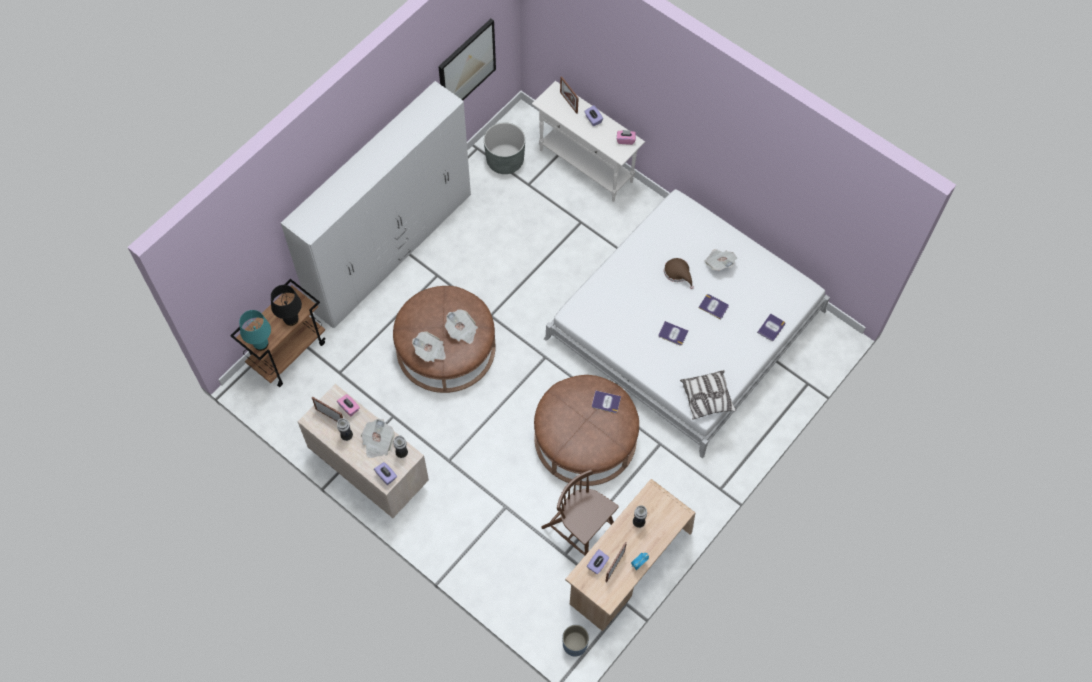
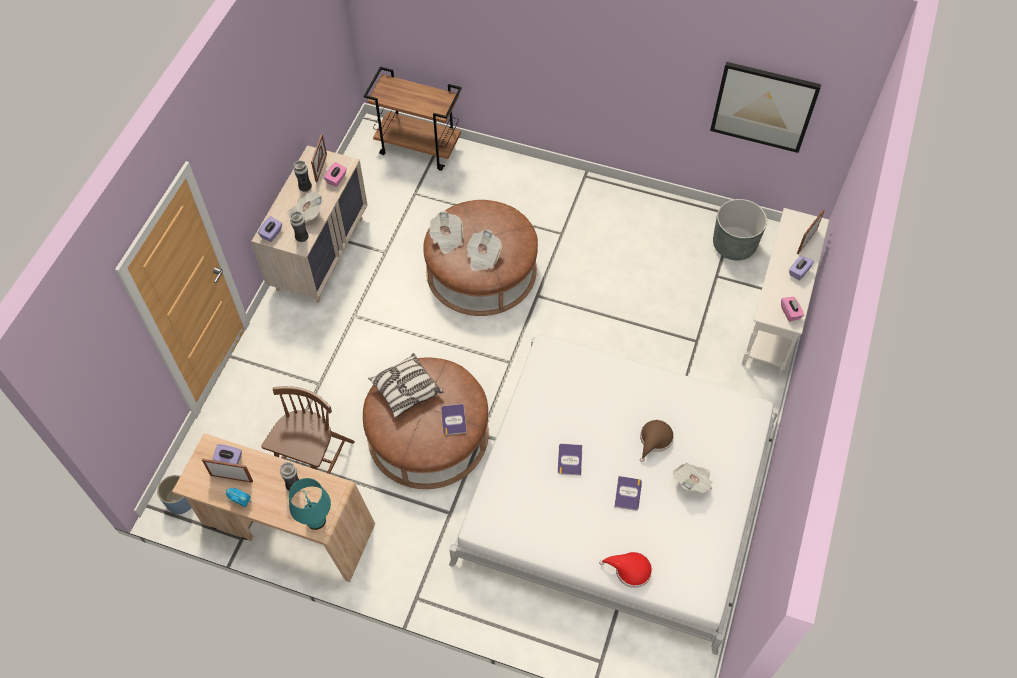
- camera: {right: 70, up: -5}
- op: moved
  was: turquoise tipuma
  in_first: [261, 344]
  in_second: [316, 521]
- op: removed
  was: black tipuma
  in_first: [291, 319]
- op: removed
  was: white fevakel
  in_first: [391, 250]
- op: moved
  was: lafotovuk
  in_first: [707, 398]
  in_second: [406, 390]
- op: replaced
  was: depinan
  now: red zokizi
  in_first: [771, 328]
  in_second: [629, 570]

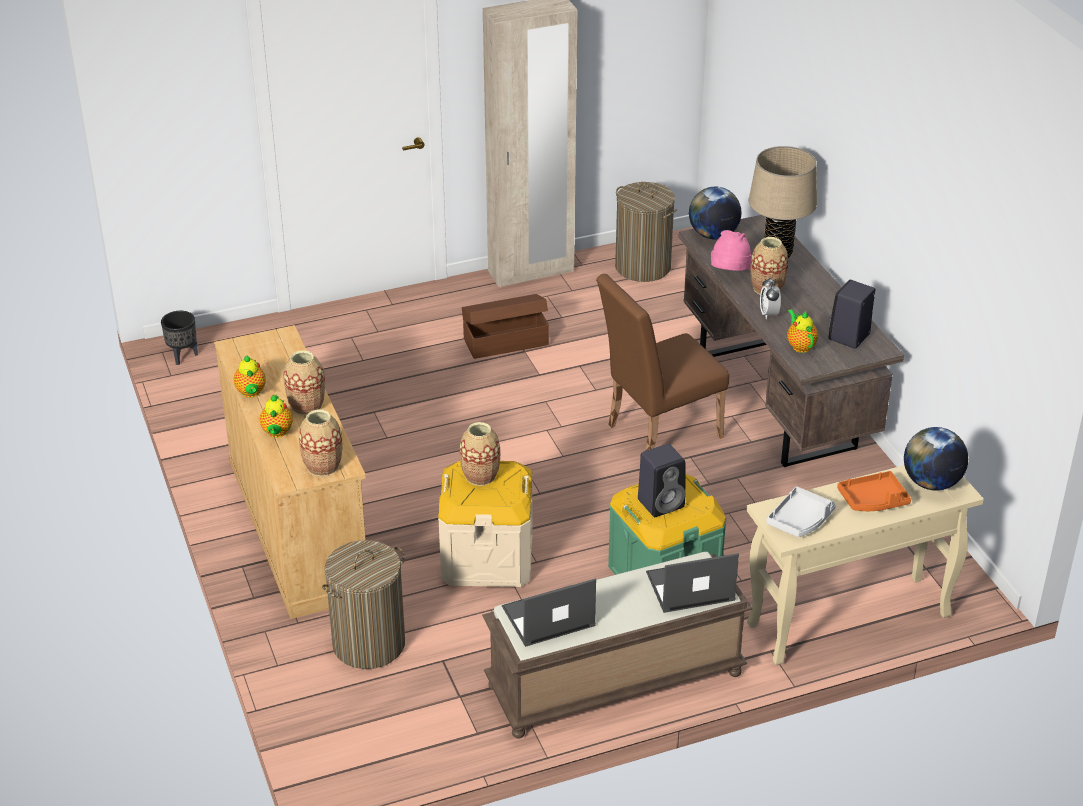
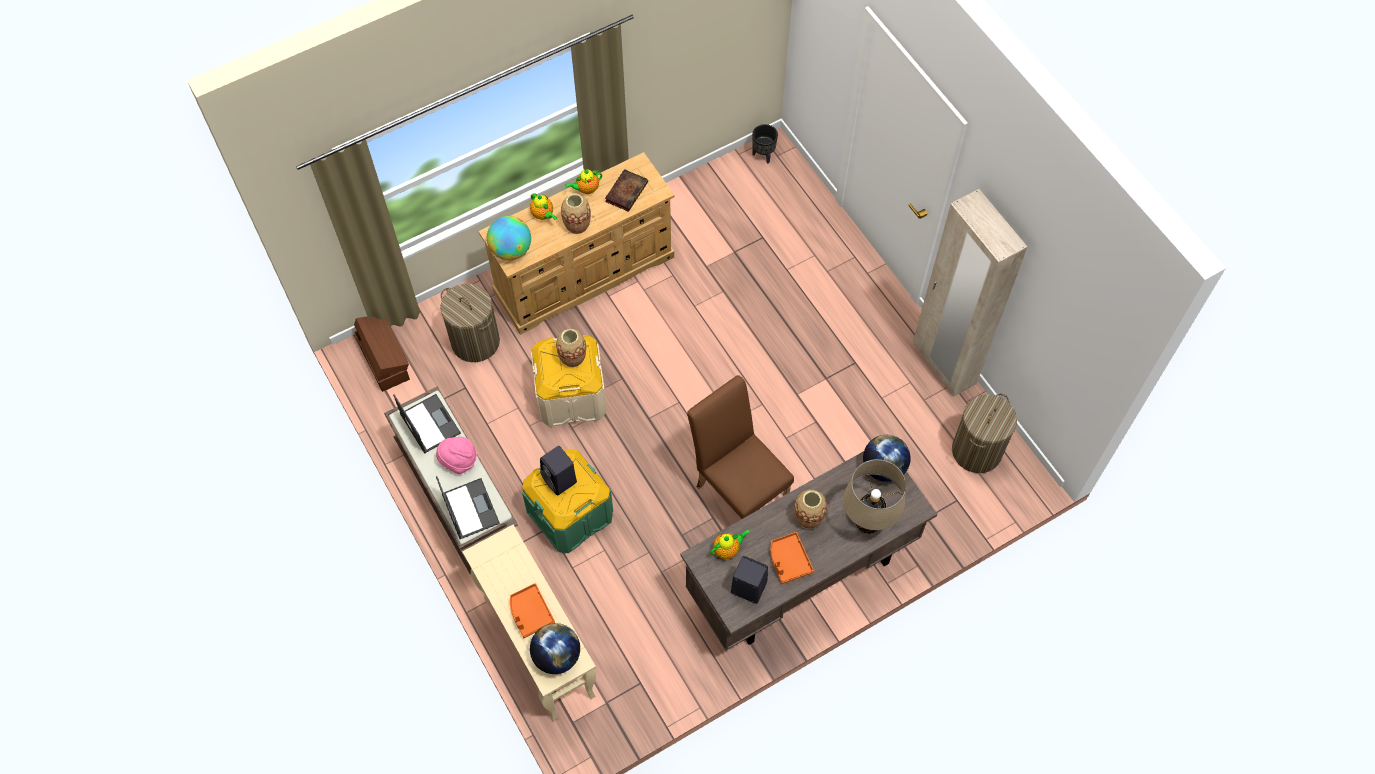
- camera: {right: 80, up: 25}
- op: turned
  was: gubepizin
  in_first: [277, 433]
  in_second: [543, 215]
  clockwise: -120
- op: replaced
  was: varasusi
  now: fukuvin
  in_first: [323, 466]
  in_second: [511, 250]
- op: moved
  was: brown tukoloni
  in_first: [505, 341]
  in_second: [384, 359]
- op: moved
  was: pink zokizi
  in_first: [729, 273]
  in_second: [459, 461]
- op: removed
  was: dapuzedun
  in_first: [769, 314]
- op: removed
  was: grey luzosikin
  in_first: [800, 520]
- op: added
  now: depinan
  in_second: [626, 191]
- op: added
  now: orange luzosikin
  in_second: [788, 560]

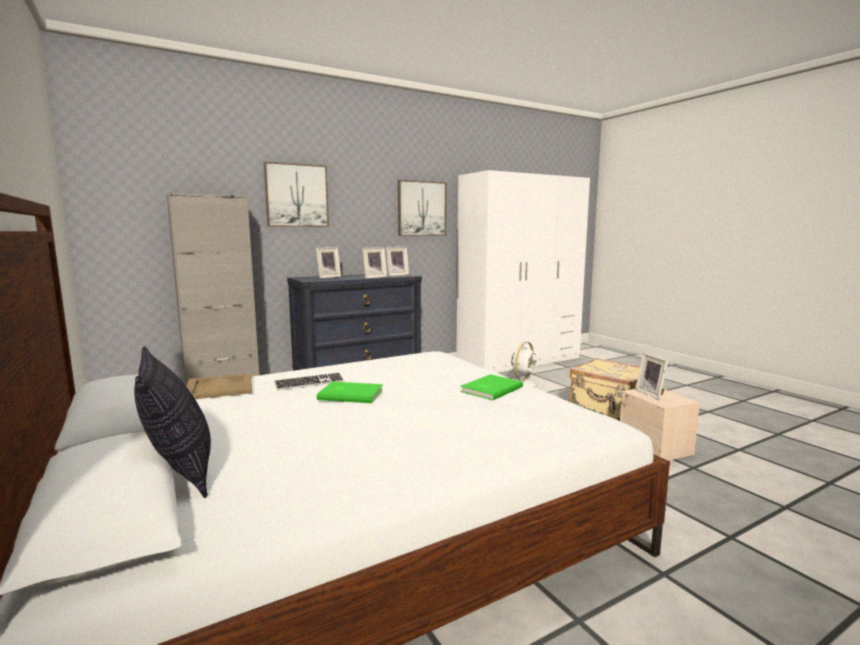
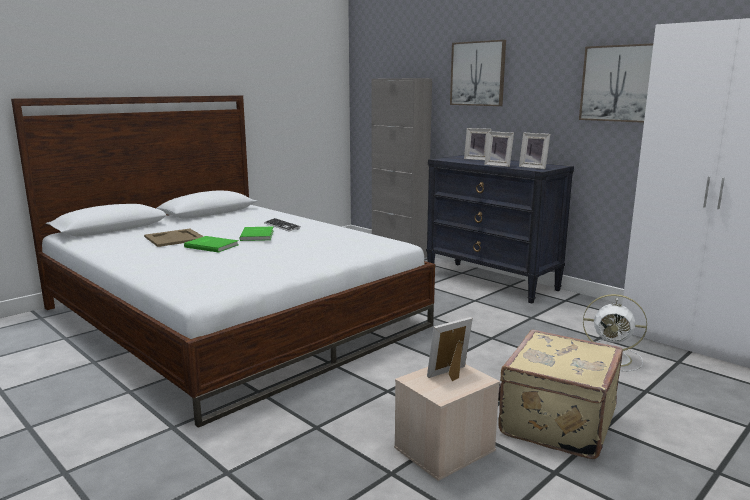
- camera: {right: 75, up: 5}
- op: removed
  was: lafotovuk
  in_first: [180, 472]
- op: moved
  was: beige luzosikin
  in_first: [218, 387]
  in_second: [174, 238]
- op: moved
  was: green depinan
  in_first: [489, 389]
  in_second: [212, 245]

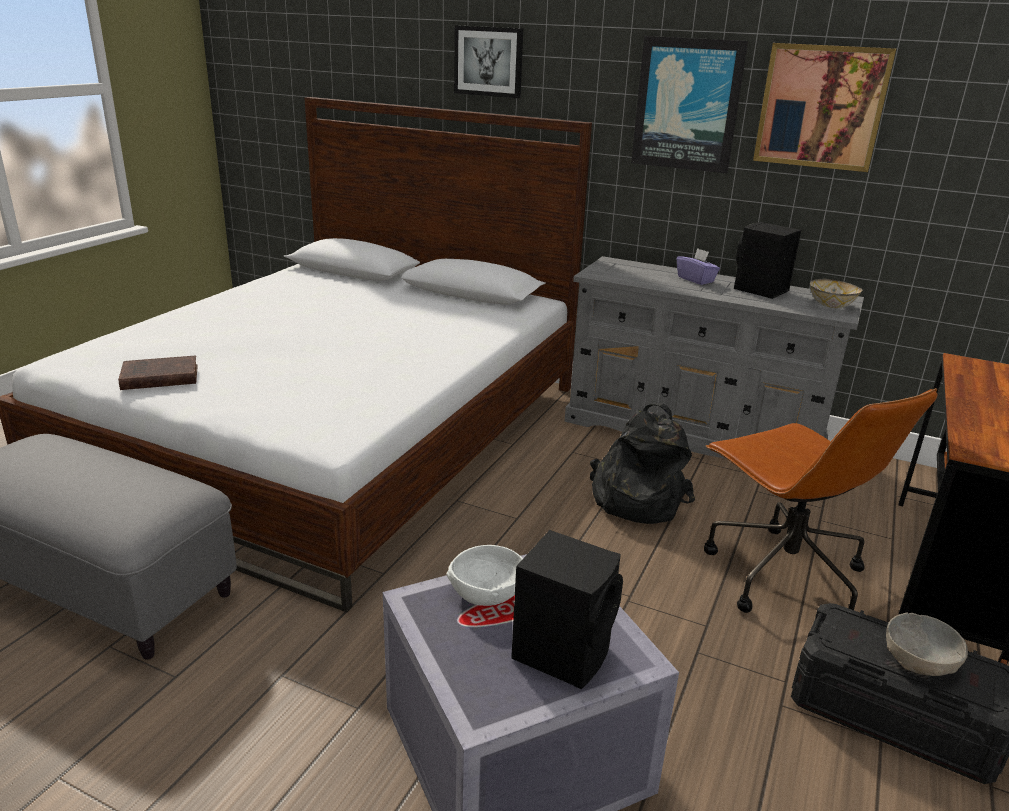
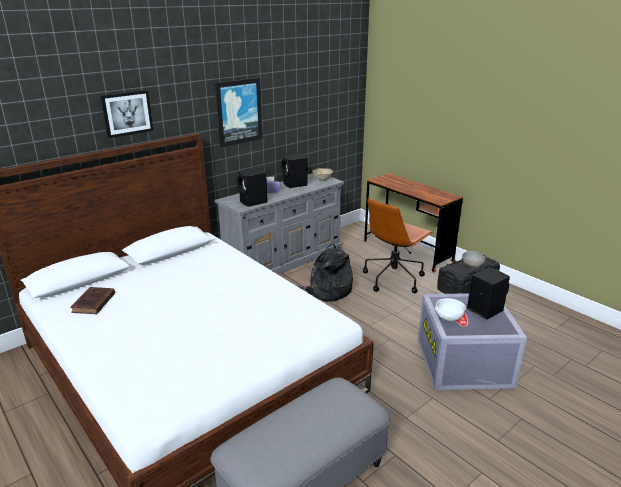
- camera: {right: -65, up: 0}
- op: moved
  was: brown depinan
  in_first: [158, 378]
  in_second: [93, 303]
- op: turned
  was: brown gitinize
  in_first: [782, 575]
  in_second: [394, 278]
  clockwise: 135
- op: removed
  was: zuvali
  in_first: [821, 107]
- op: added
  now: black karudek
  in_second: [253, 202]

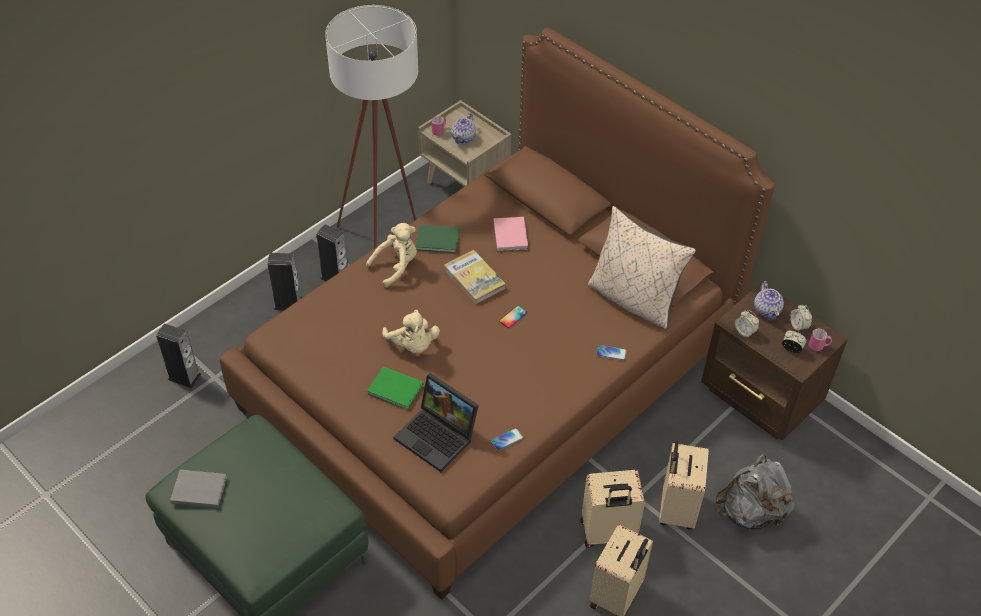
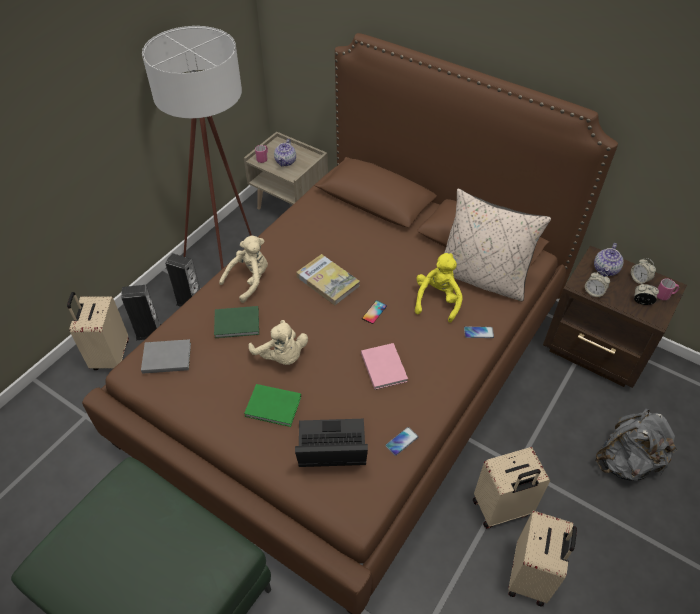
- camera: {right: -10, up: 0}
- op: removed
  was: karudek
  in_first: [184, 377]
- op: moved
  was: grey depinan
  in_first: [198, 489]
  in_second: [165, 357]
- op: turned
  was: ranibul
  in_first: [438, 436]
  in_second: [330, 450]
  clockwise: 150
- op: moved
  was: green depinan
  in_first: [438, 241]
  in_second: [238, 324]
- op: moved
  was: pink depinan
  in_first: [511, 234]
  in_second: [384, 366]
- op: moved
  was: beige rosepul
  in_first: [676, 509]
  in_second: [110, 356]
- op: turned
  was: gubepizin
  in_first: [767, 310]
  in_second: [606, 270]
  clockwise: 45
- op: added
  now: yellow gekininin
  in_second: [437, 300]

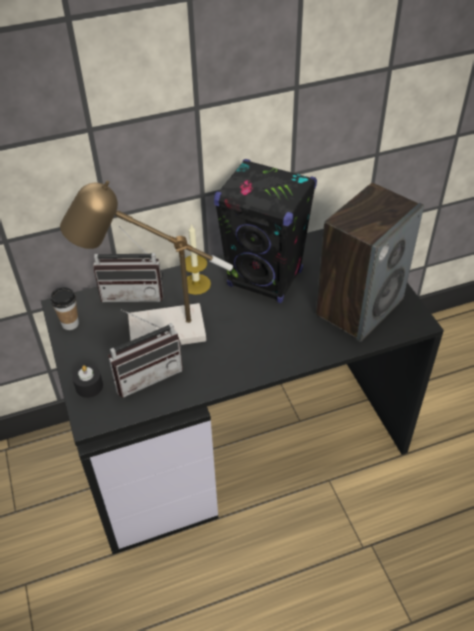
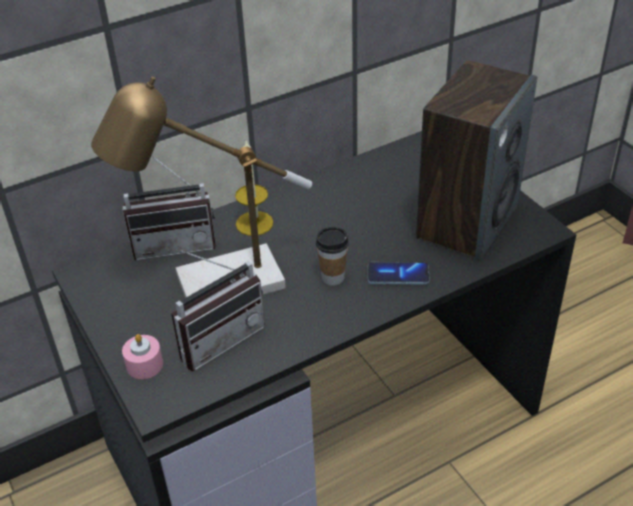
- camera: {right: -10, up: -5}
- op: moved
  was: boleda
  in_first: [70, 324]
  in_second: [333, 278]
- op: recoloured
  was: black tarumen
  now: pink tarumen
  in_first: [89, 386]
  in_second: [144, 365]
- op: removed
  was: black karudek
  in_first: [265, 279]
- op: added
  now: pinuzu
  in_second: [398, 275]

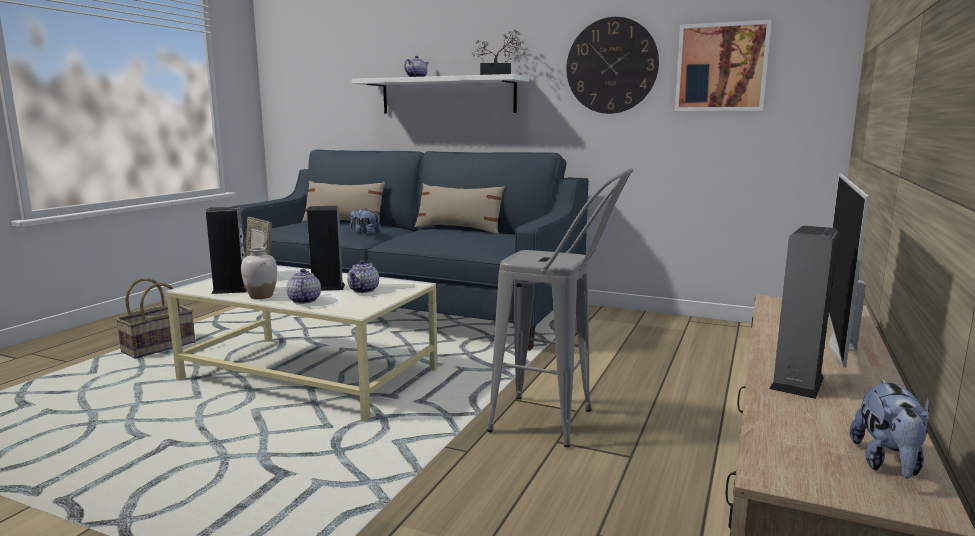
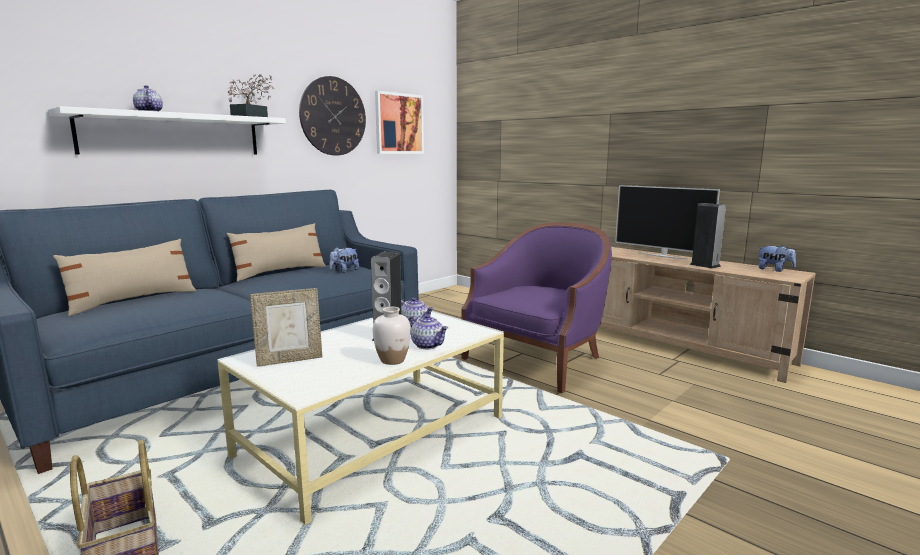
- camera: {right: -70, up: 0}
- op: removed
  was: karudek
  in_first: [230, 290]
- op: turned
  was: gubepizin
  in_first: [303, 300]
  in_second: [428, 345]
  clockwise: -150
- op: moved
  was: gekininin
  in_first: [365, 233]
  in_second: [344, 271]
- op: replaced
  was: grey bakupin
  now: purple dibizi
  in_first: [558, 424]
  in_second: [538, 360]

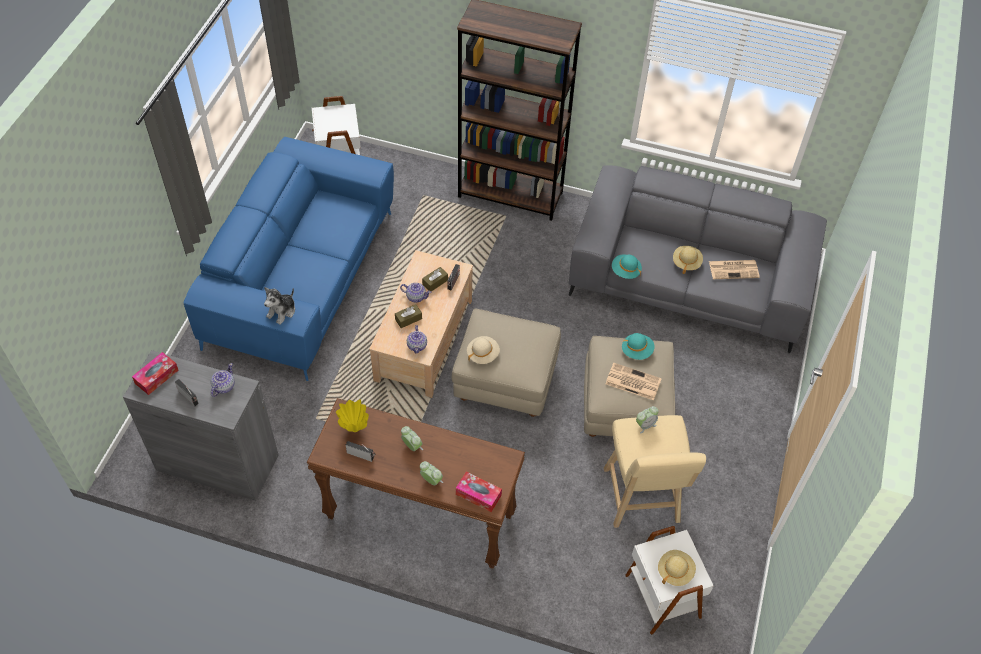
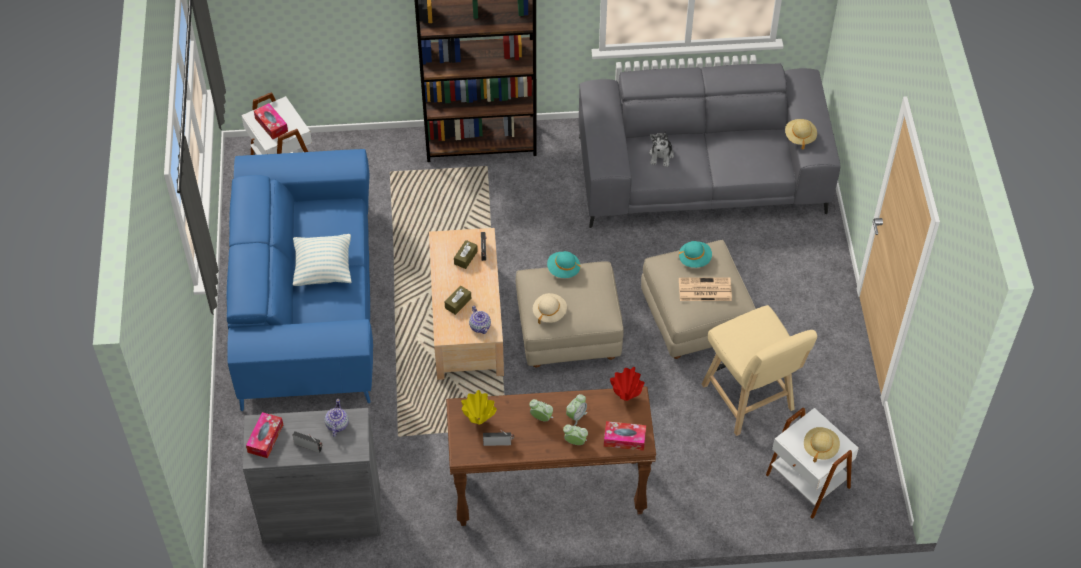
- camera: {right: -20, up: 0}
- op: moved
  was: gekininin
  in_first: [282, 311]
  in_second: [661, 155]
- op: removed
  was: gubepizin
  in_first: [416, 296]
- op: moved
  was: turquoise zokizi
  in_first: [625, 271]
  in_second: [563, 270]
- op: moved
  was: dapuzedun
  in_first: [645, 425]
  in_second: [576, 416]
- op: moved
  was: beige zokizi
  in_first: [686, 262]
  in_second: [800, 137]
- op: removed
  was: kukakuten
  in_first: [734, 269]
- op: added
  now: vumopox
  in_second: [271, 125]
- op: added
  now: lafotovuk
  in_second: [323, 269]
- op: added
  now: red varasusi
  in_second: [626, 398]

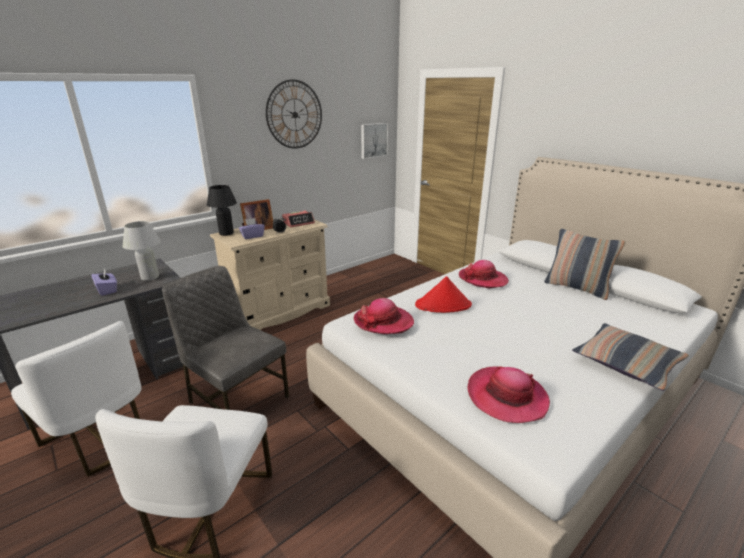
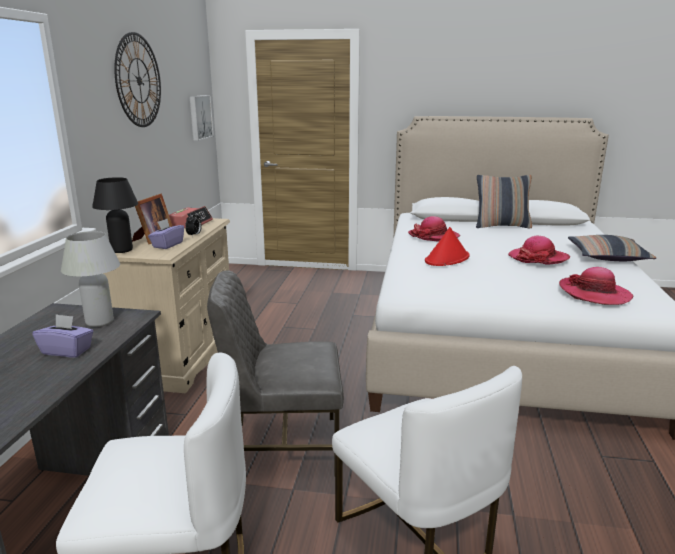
- camera: {right: -40, up: -5}
- op: moved
  was: zokizi
  in_first: [383, 322]
  in_second: [538, 258]

